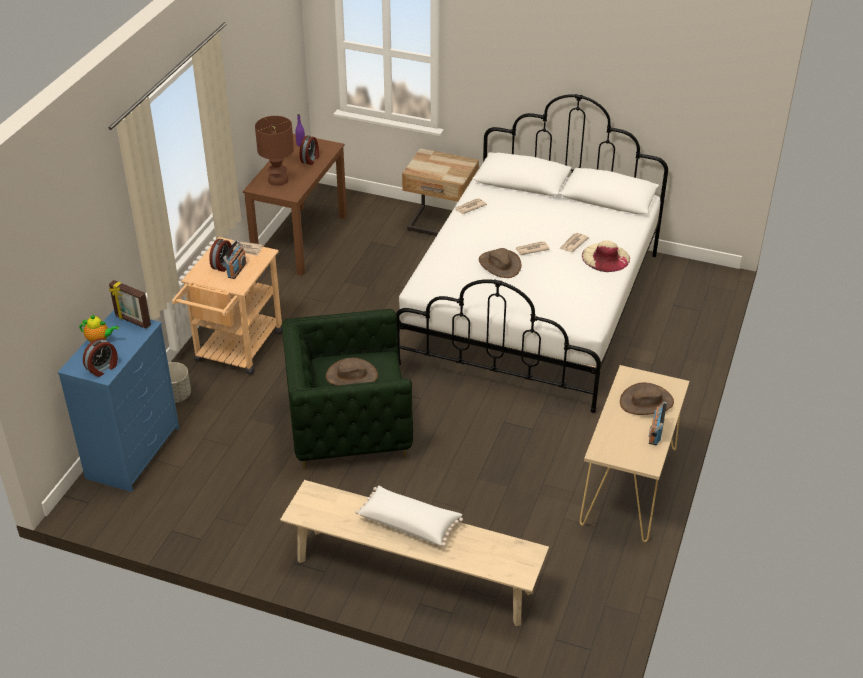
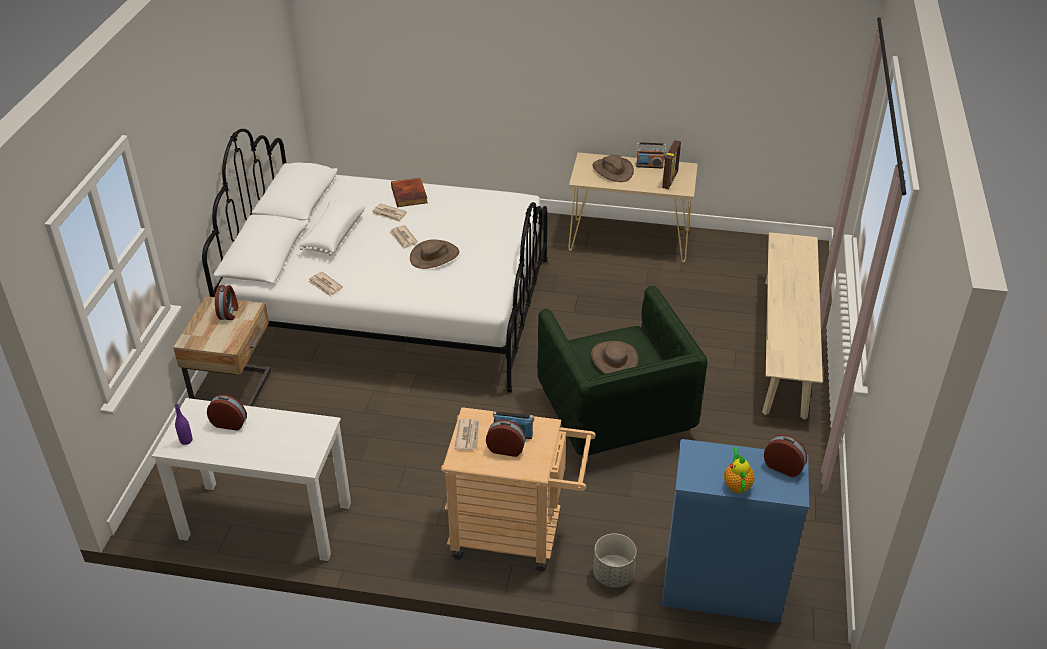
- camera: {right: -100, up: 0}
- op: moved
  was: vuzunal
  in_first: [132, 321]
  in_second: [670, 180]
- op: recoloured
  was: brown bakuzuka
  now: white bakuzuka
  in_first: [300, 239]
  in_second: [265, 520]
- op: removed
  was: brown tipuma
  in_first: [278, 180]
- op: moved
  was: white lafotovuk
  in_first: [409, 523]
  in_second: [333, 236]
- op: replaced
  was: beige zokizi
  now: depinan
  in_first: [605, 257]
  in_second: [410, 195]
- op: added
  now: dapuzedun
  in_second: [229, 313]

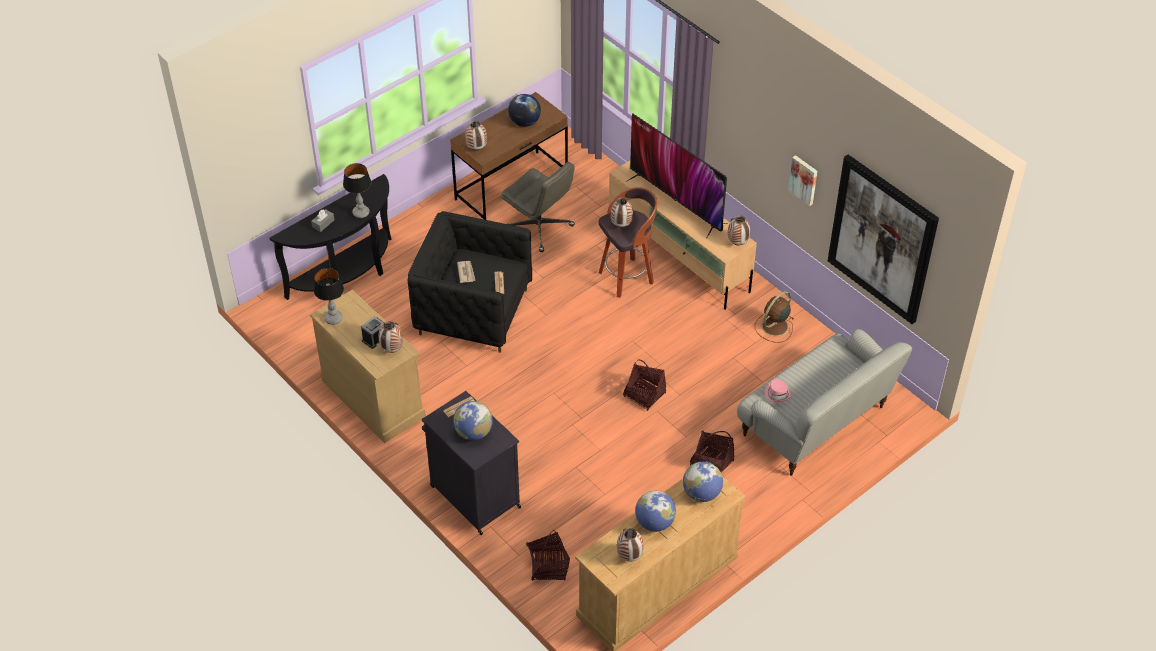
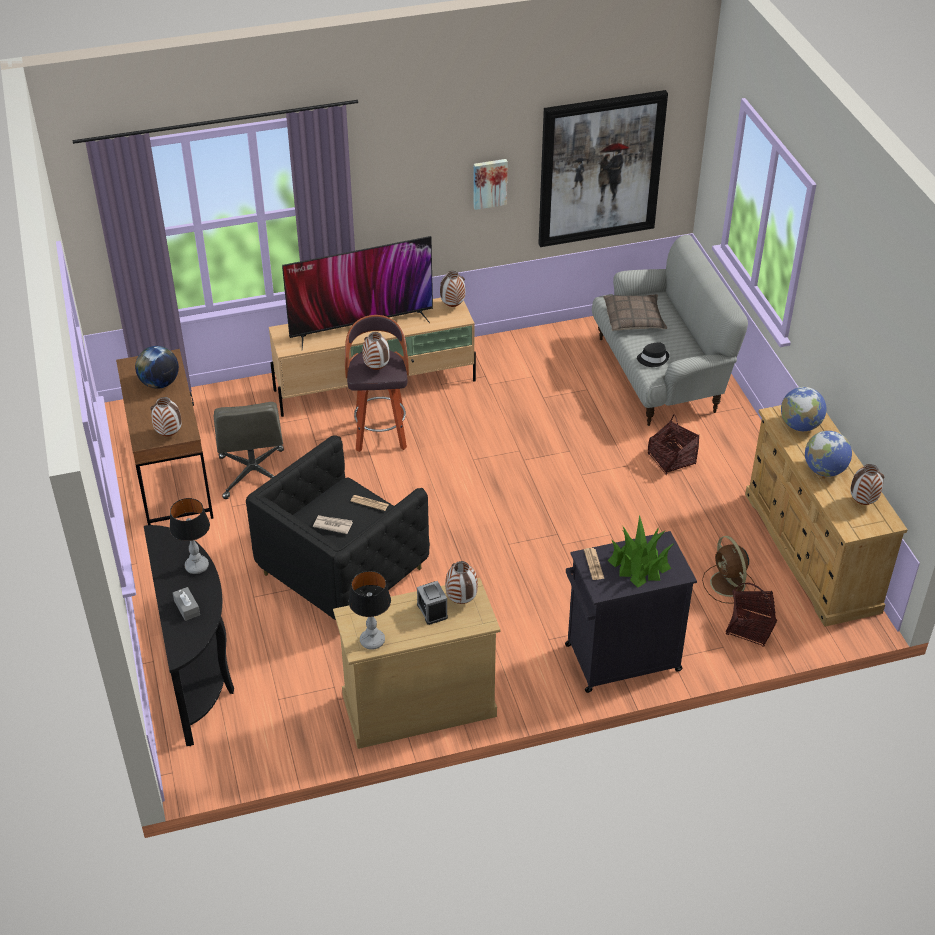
- camera: {right: -65, up: -5}
- op: replaced
  was: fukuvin
  now: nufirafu
  in_first: [473, 432]
  in_second: [639, 564]
- op: turned
  was: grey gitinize
  in_first: [539, 228]
  in_second: [254, 475]
  clockwise: 105
- op: removed
  was: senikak
  in_first: [644, 395]
- op: moved
  was: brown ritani
  in_first: [774, 327]
  in_second: [728, 585]
- op: recoloured
  was: pink zokizi
  now: black zokizi
  in_first: [777, 393]
  in_second: [653, 359]
- op: added
  now: lafotovuk
  in_second: [634, 319]

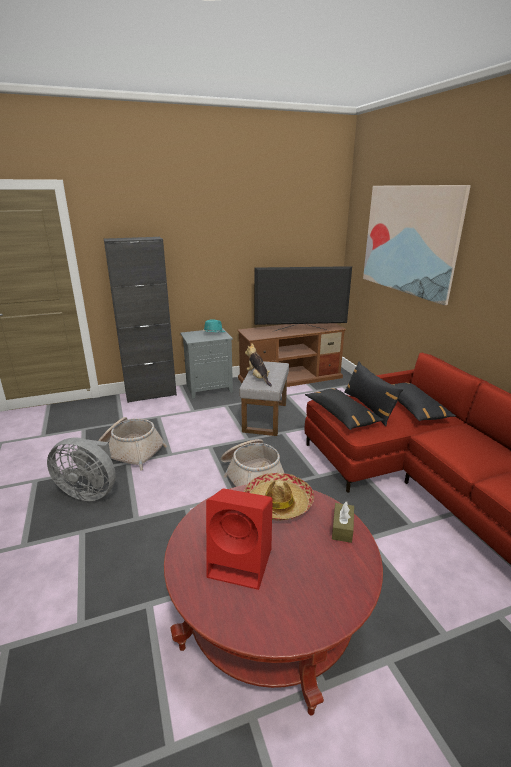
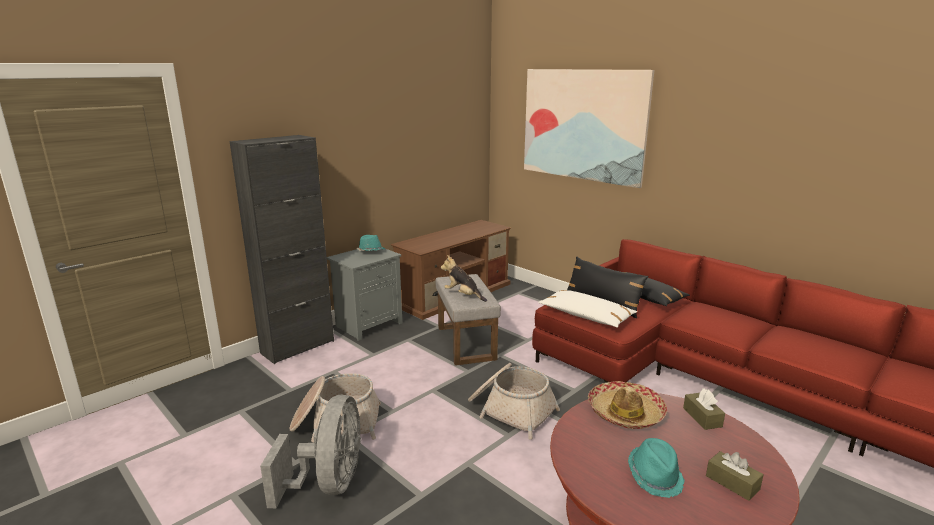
- camera: {right: -25, up: -5}
- op: turned
  was: grey ritani
  in_first: [90, 491]
  in_second: [329, 483]
  clockwise: -75
- op: replaced
  was: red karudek
  now: turquoise zokizi
  in_first: [242, 562]
  in_second: [655, 476]
- op: removed
  was: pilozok
  in_first: [300, 330]
- op: recoloured
  was: black lafotovuk
  now: white lafotovuk
  in_first: [341, 415]
  in_second: [586, 316]
- op: added
  now: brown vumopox
  in_second: [732, 483]

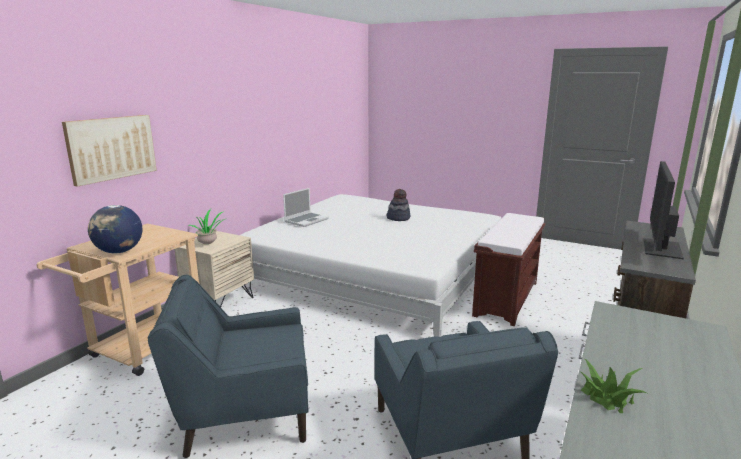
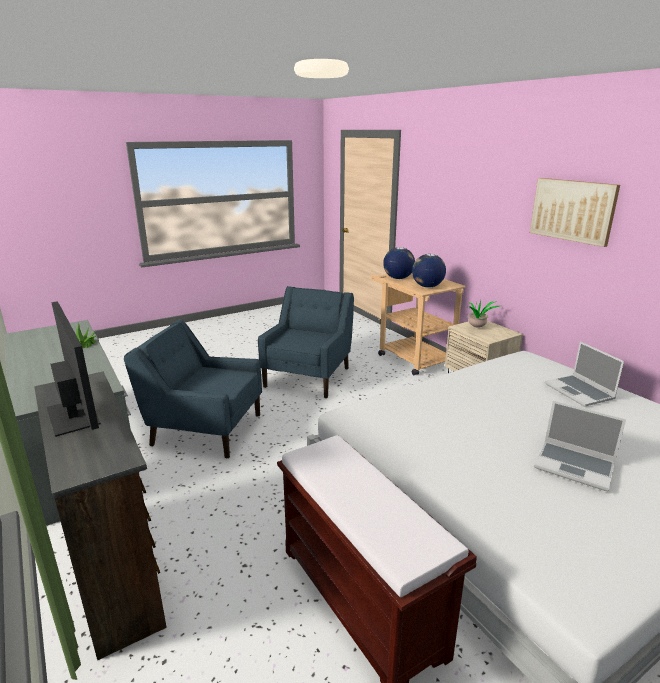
- camera: {right: 120, up: 5}
- op: moved
  was: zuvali
  in_first: [111, 148]
  in_second: [572, 210]
- op: replaced
  was: zokizi
  now: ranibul
  in_first: [398, 218]
  in_second: [575, 466]
- op: added
  now: fukuvin
  in_second: [427, 286]

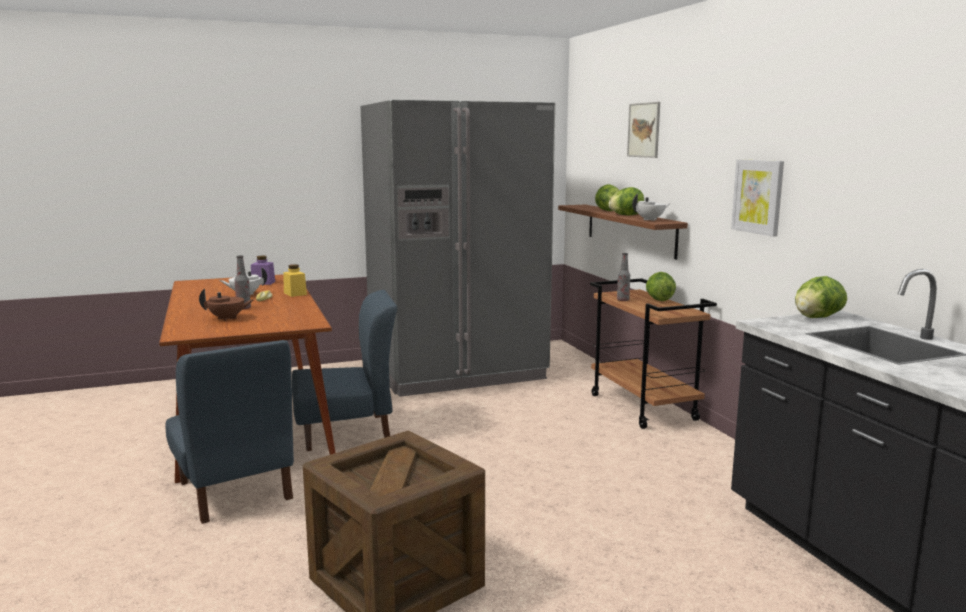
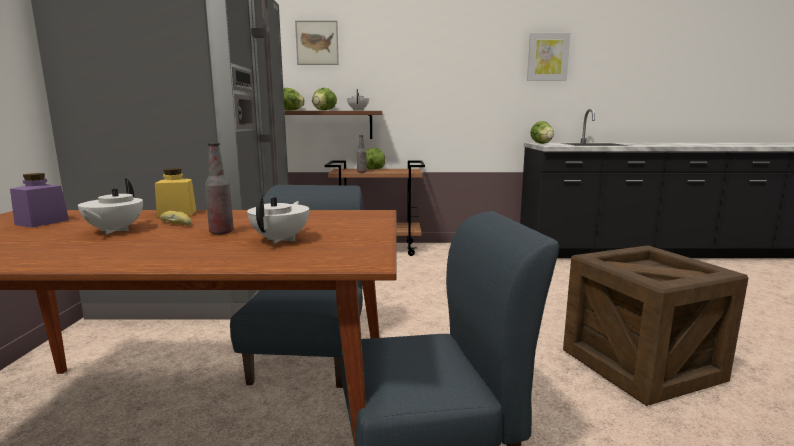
- camera: {right: -70, up: 0}
- op: recoloured
  was: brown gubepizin
  now: white gubepizin
  in_first: [227, 318]
  in_second: [281, 239]
- op: moved
  was: zuvali
  in_first: [758, 196]
  in_second: [547, 57]

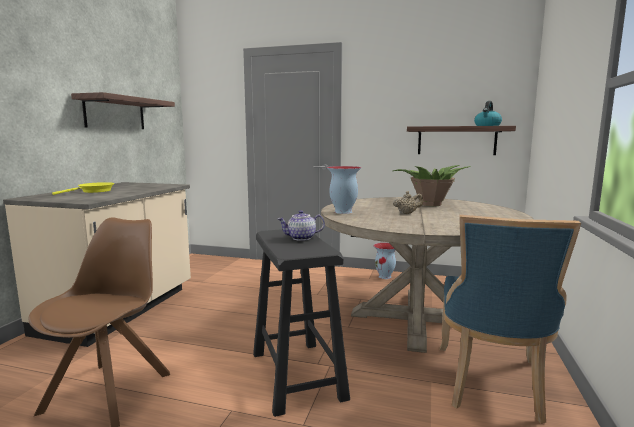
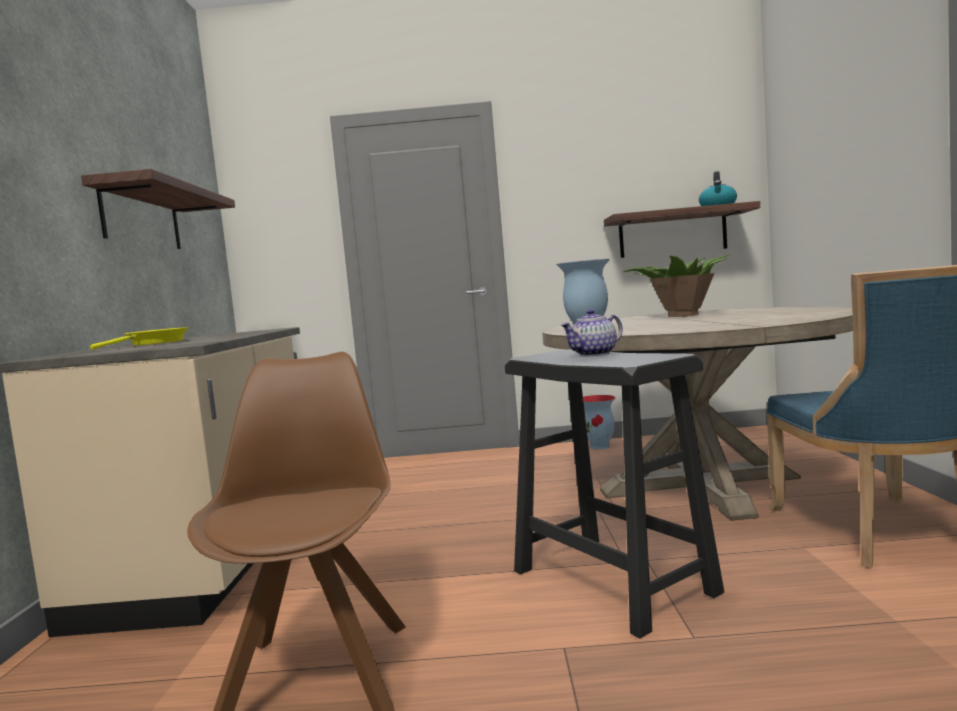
- camera: {right: -15, up: -5}
- op: removed
  was: beige gubepizin
  in_first: [407, 213]

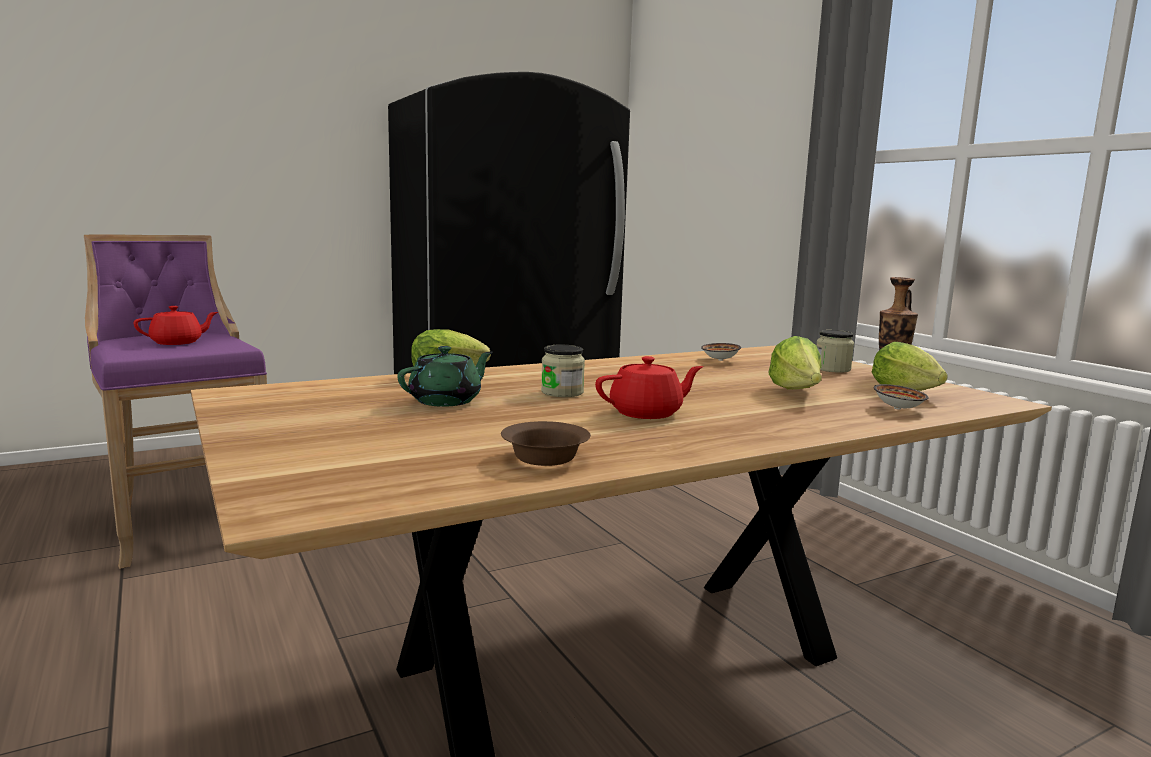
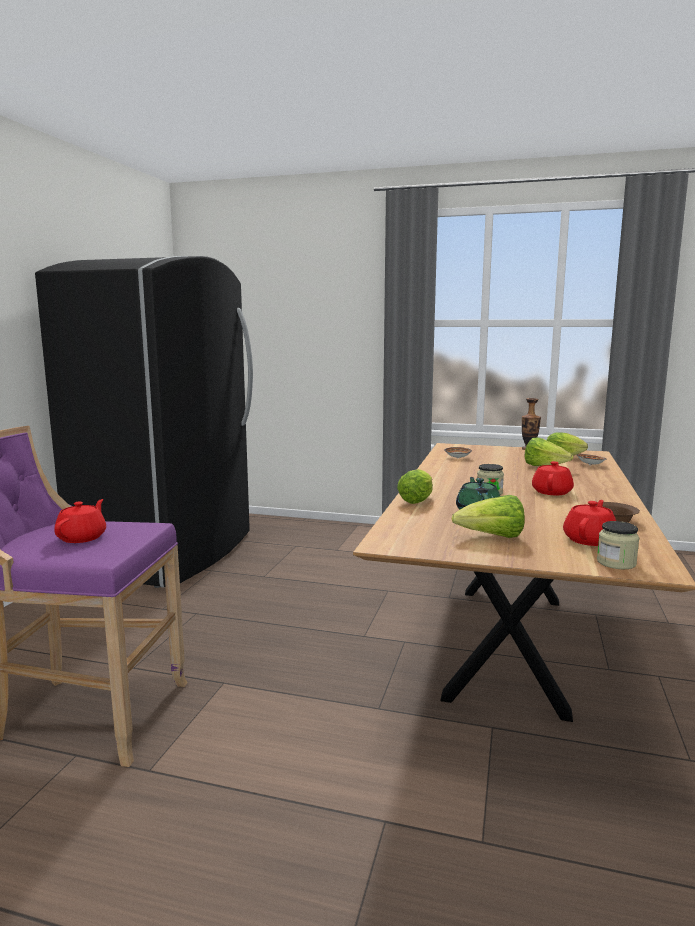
- camera: {right: -45, up: 0}
- op: moved
  was: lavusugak
  in_first: [832, 369]
  in_second: [616, 563]
- op: added
  now: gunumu
  in_second: [492, 537]
- op: added
  now: red gubepizin
  in_second: [590, 540]

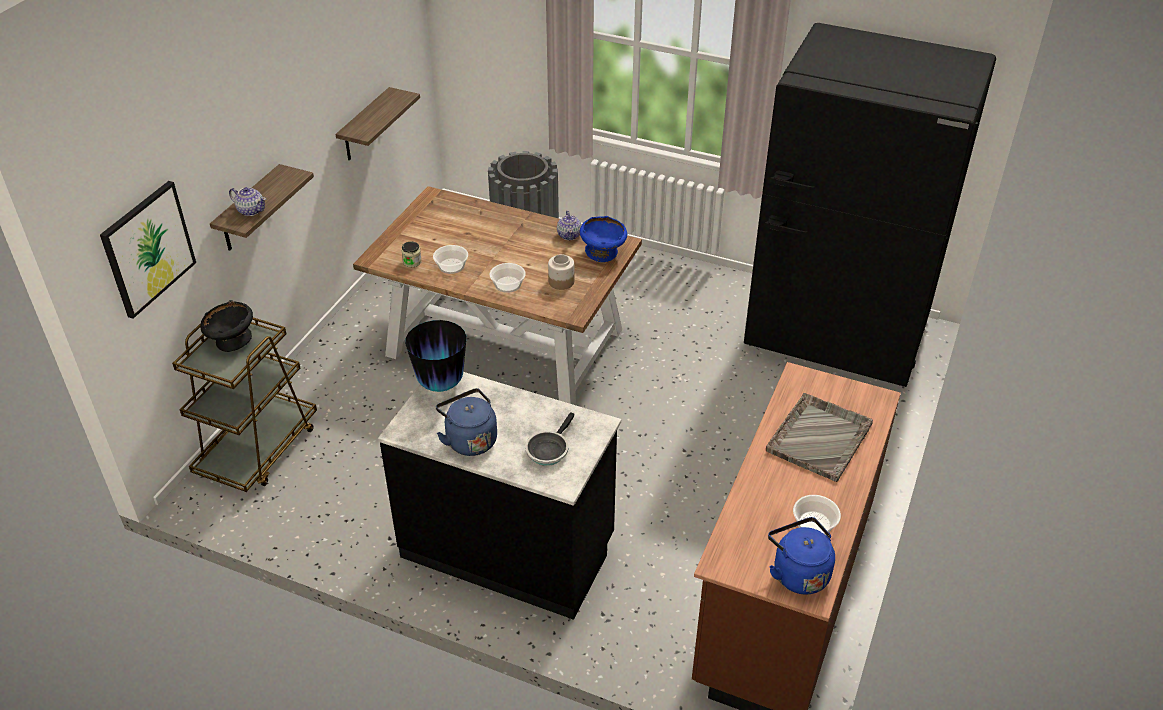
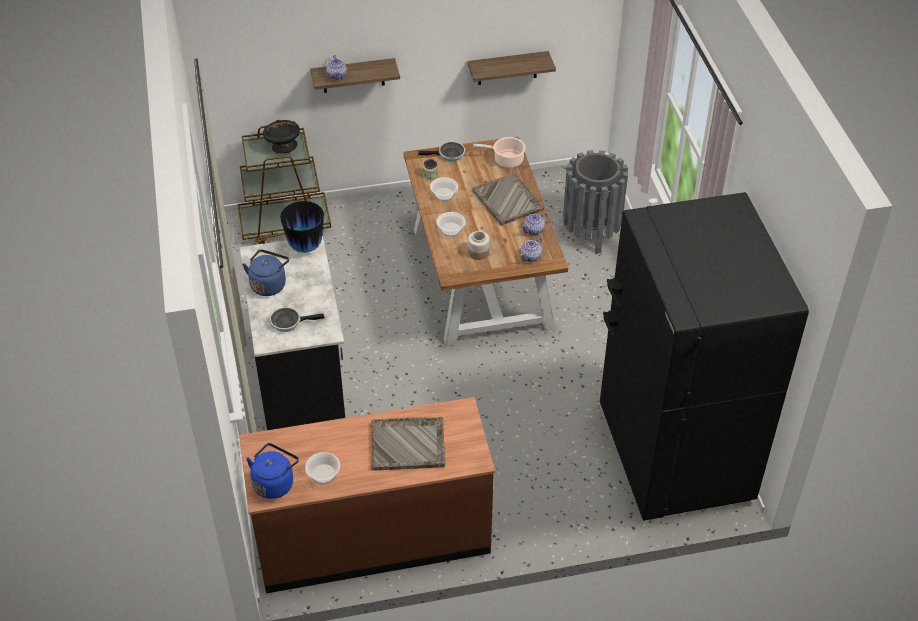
- camera: {right: 55, up: 5}
- op: removed
  was: zuvali
  in_first: [148, 248]
- op: replaced
  was: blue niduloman
  now: gubepizin
  in_first: [603, 253]
  in_second: [531, 257]
- op: added
  now: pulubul
  in_second: [449, 154]
- op: added
  now: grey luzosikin
  in_second: [508, 201]
- op: added
  now: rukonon
  in_second: [506, 160]

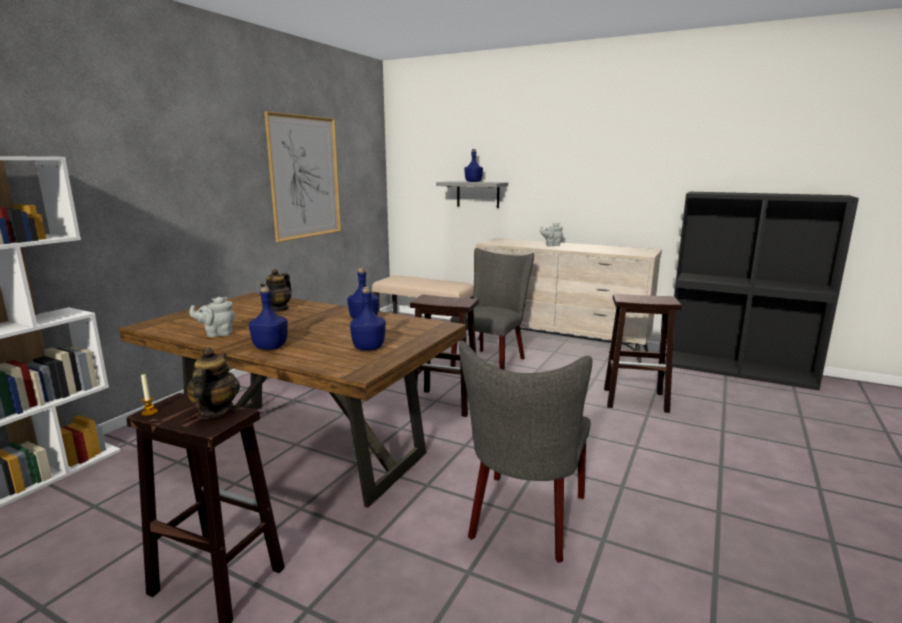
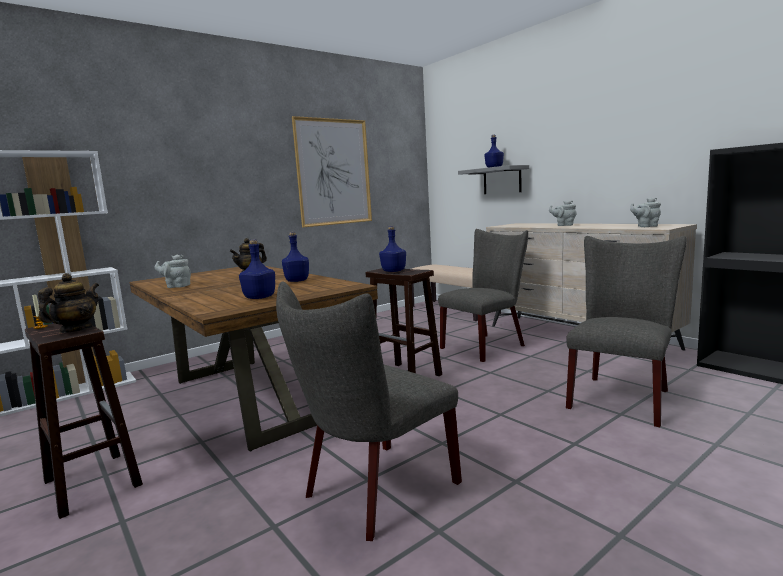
- camera: {right: 25, up: -5}
- op: moved
  was: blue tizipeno
  in_first: [271, 347]
  in_second: [394, 271]
- op: replaced
  was: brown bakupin
  now: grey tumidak
  in_first: [636, 400]
  in_second: [621, 396]
- op: added
  now: grey gubepizin
  in_second: [646, 226]

